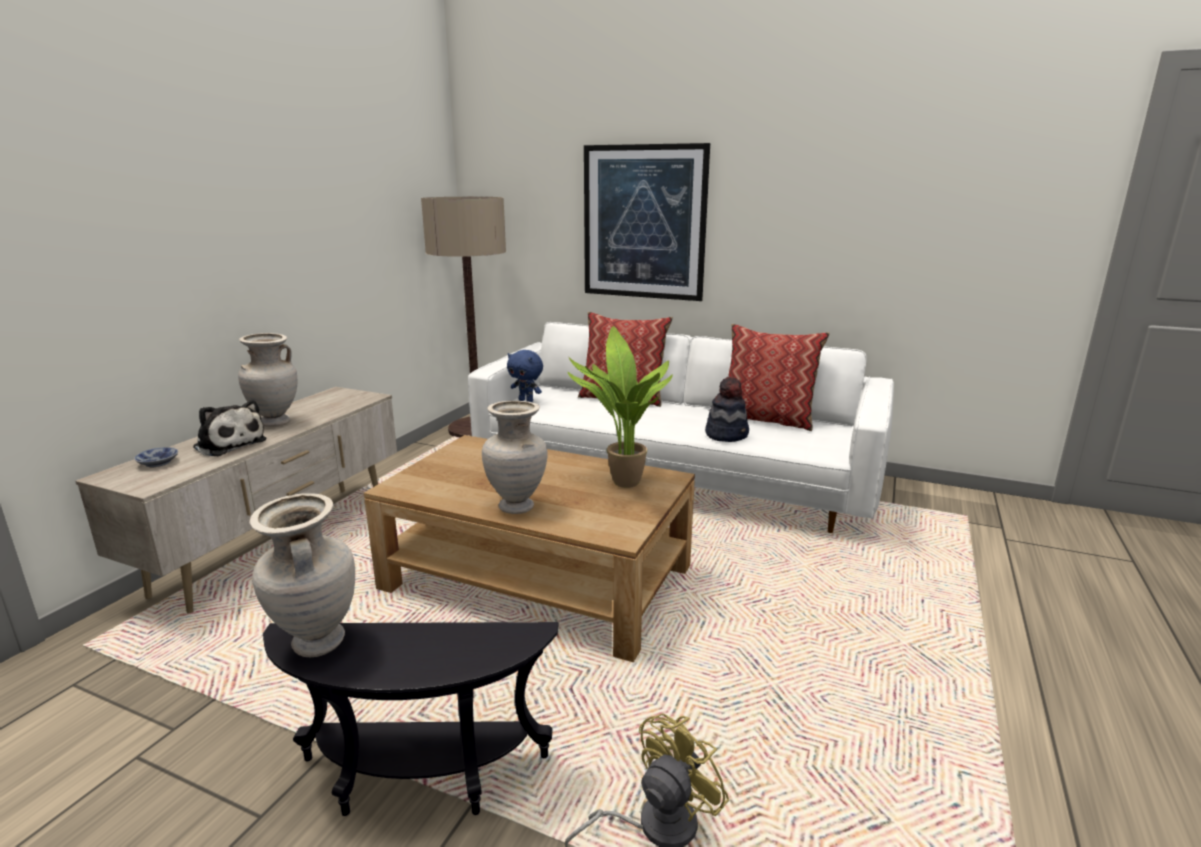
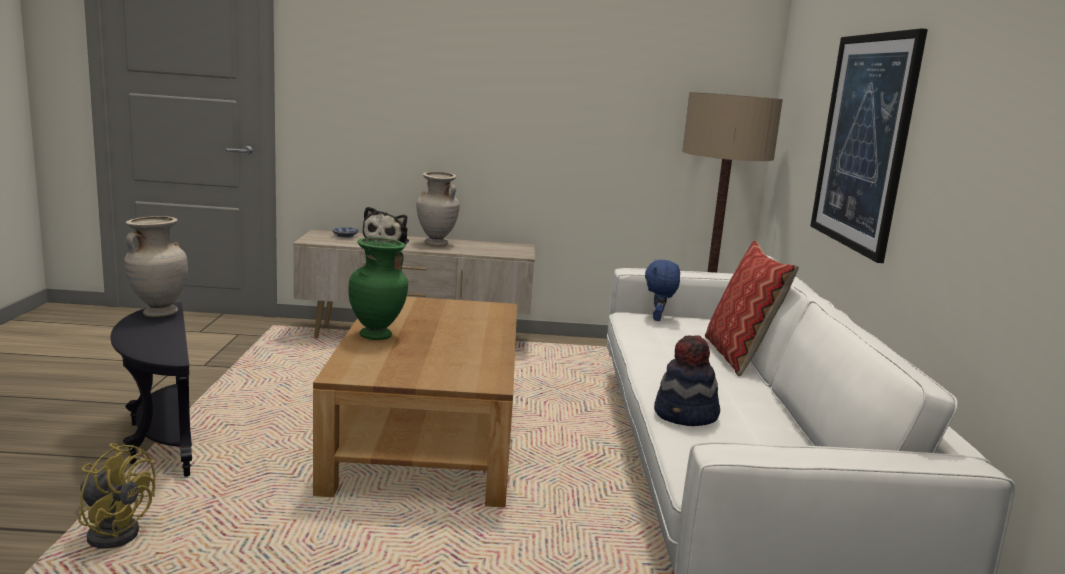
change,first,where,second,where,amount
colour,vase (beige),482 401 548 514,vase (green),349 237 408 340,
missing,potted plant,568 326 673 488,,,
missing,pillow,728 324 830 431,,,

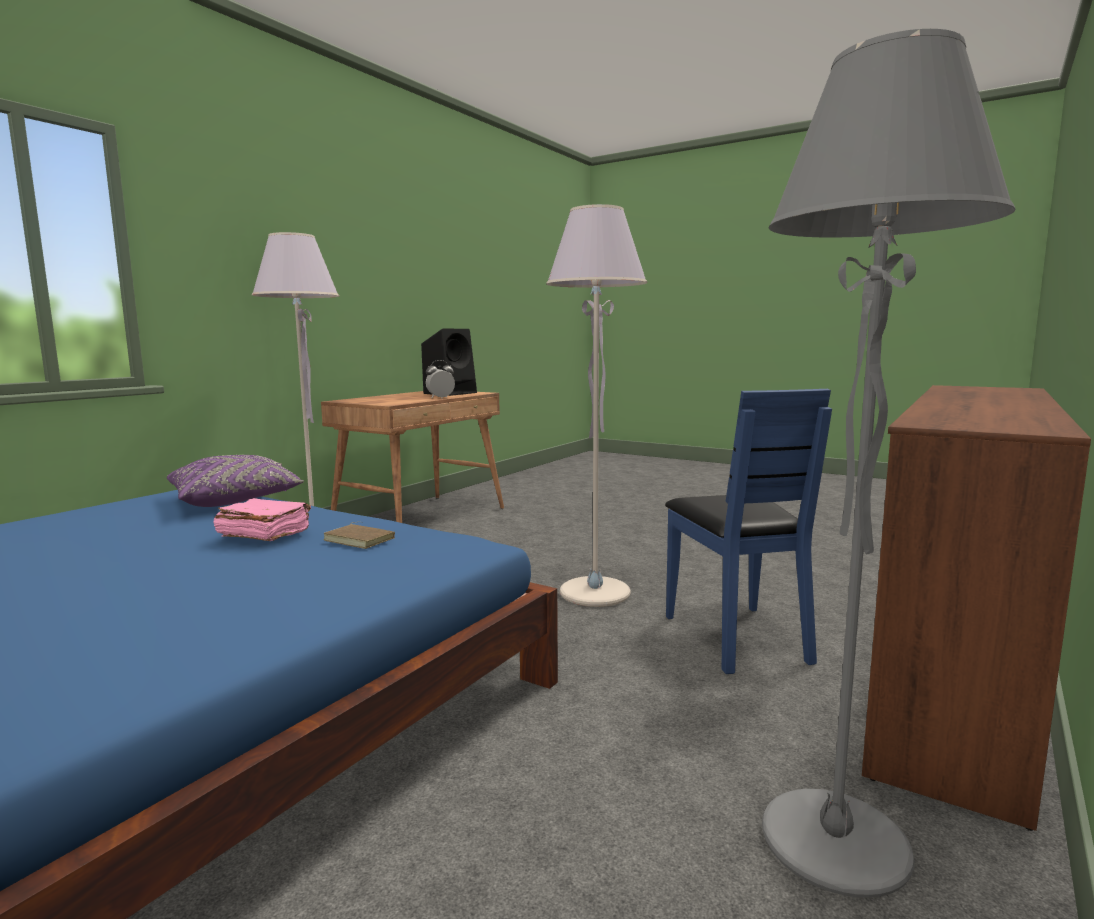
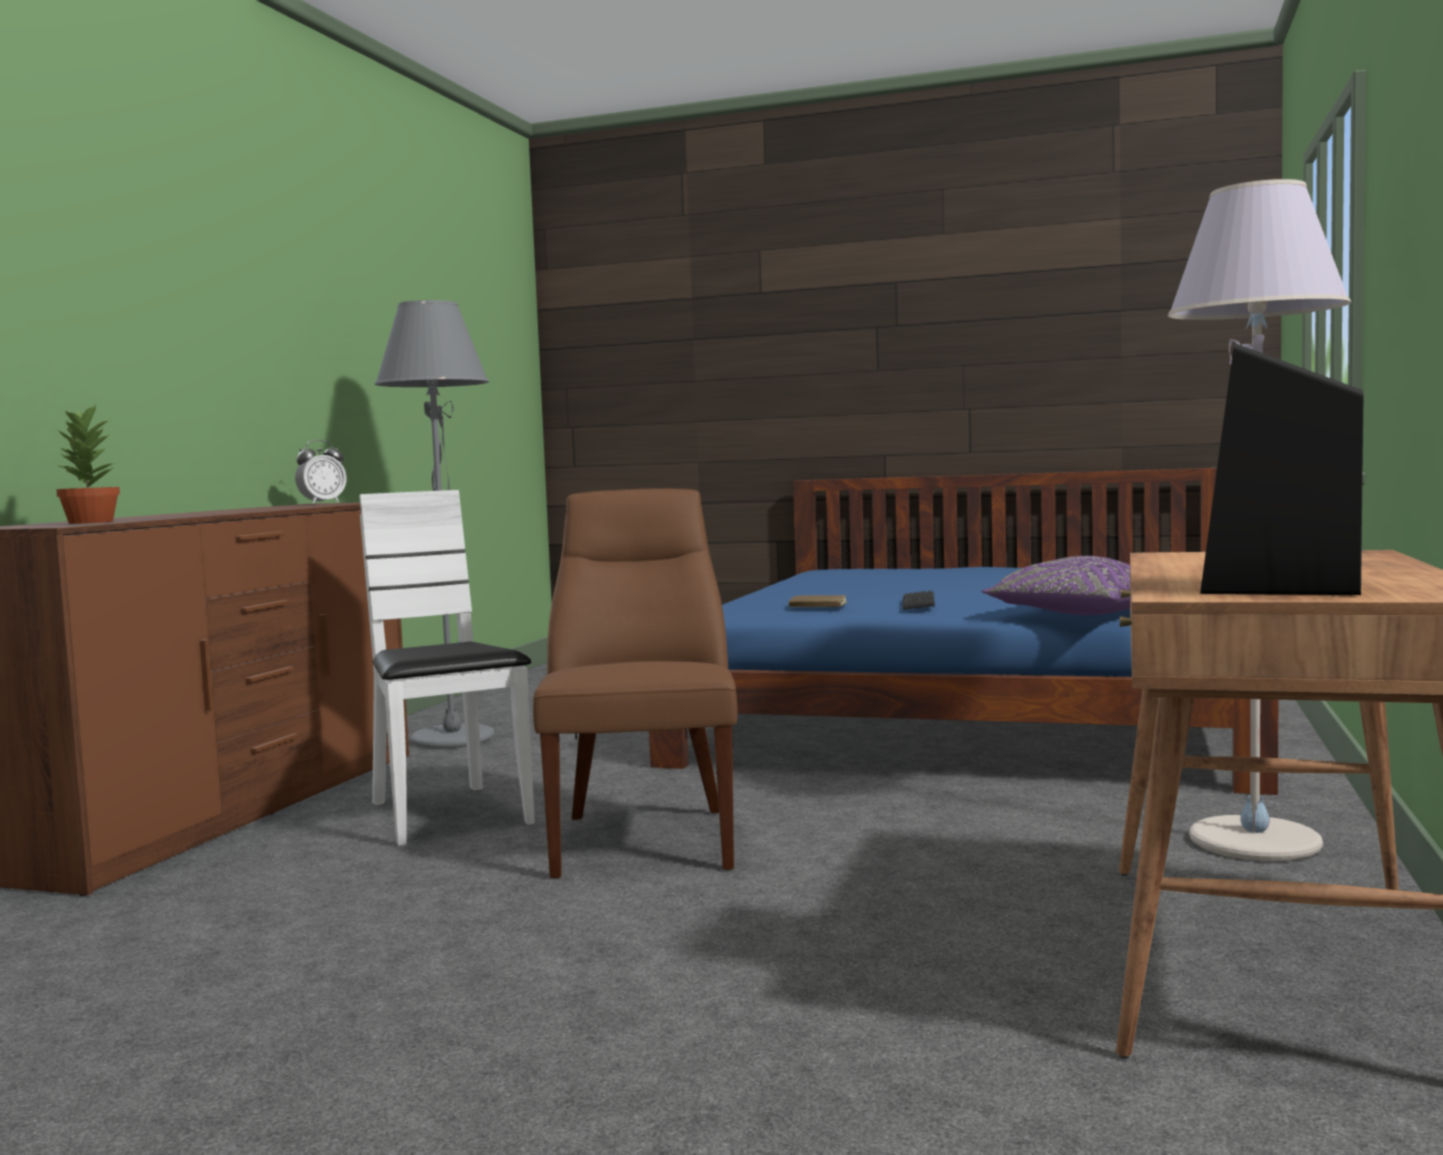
change,first,where,second,where,amount
exchanged,book (pink),213 498 311 541,keyboard,902 591 935 610,
relocated,alarm clock,426 360 455 398,,295 440 346 504,
exchanged,floor lamp (grey),546 204 648 607,chair (brown),533 488 738 878,
colour,chair (blue),665 389 832 674,chair (white),359 490 535 846,
appeared,,,potted plant,56 404 120 524,

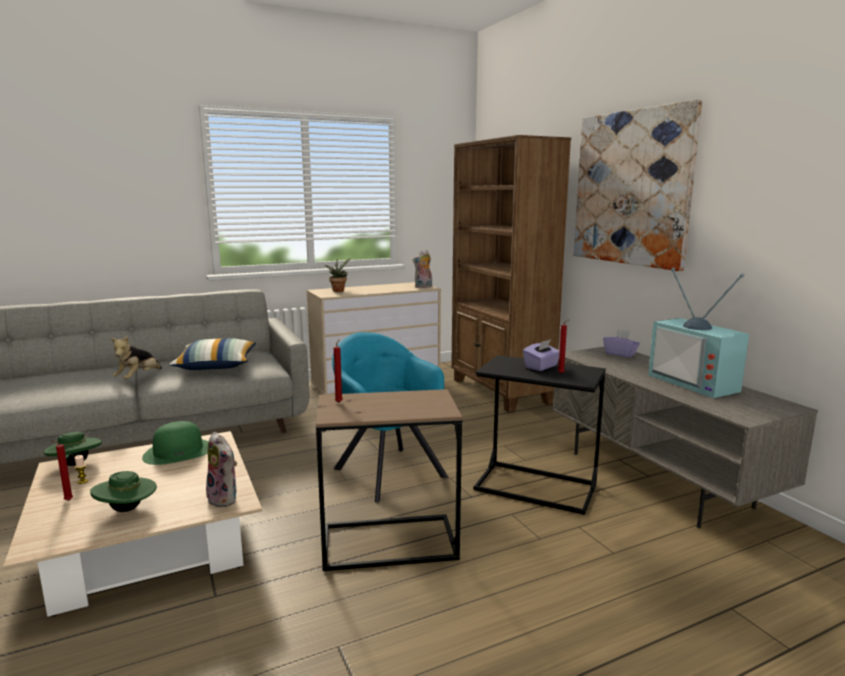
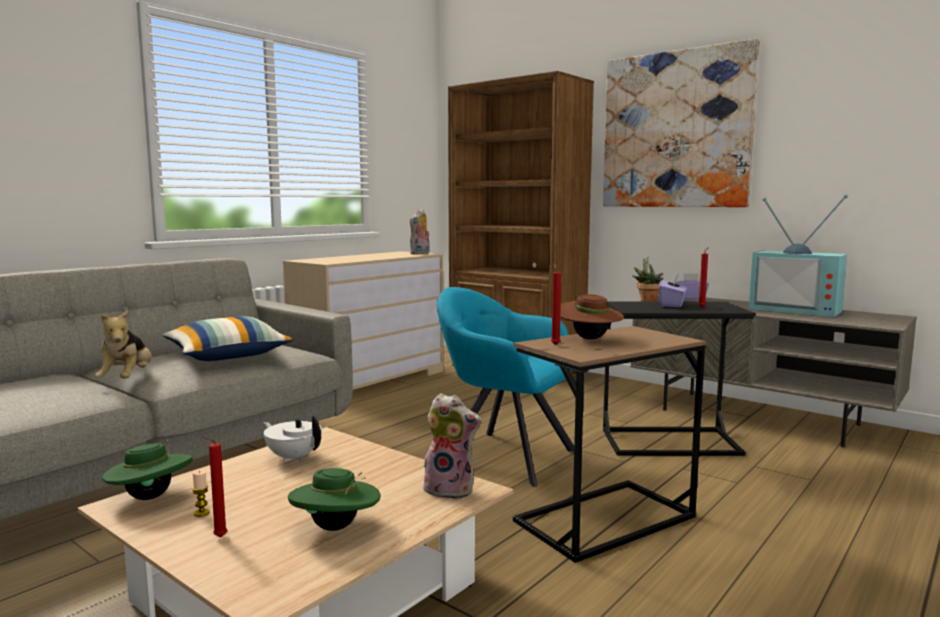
change,first,where,second,where,amount
exchanged,hat (green),142 421 209 465,teapot (white),263 416 321 463,
relocated,potted plant,325 258 351 292,,632 256 664 302,
appeared,,,hat (brown),560 294 624 339,

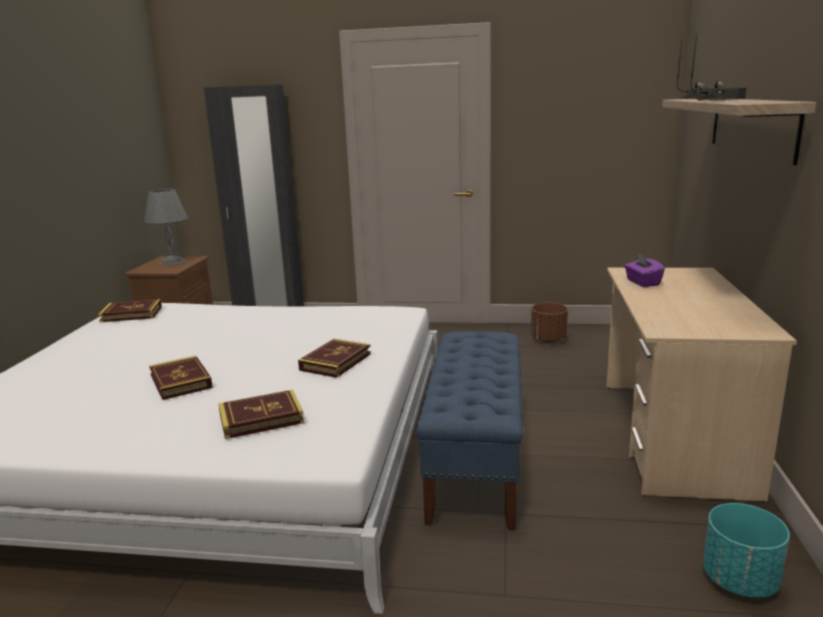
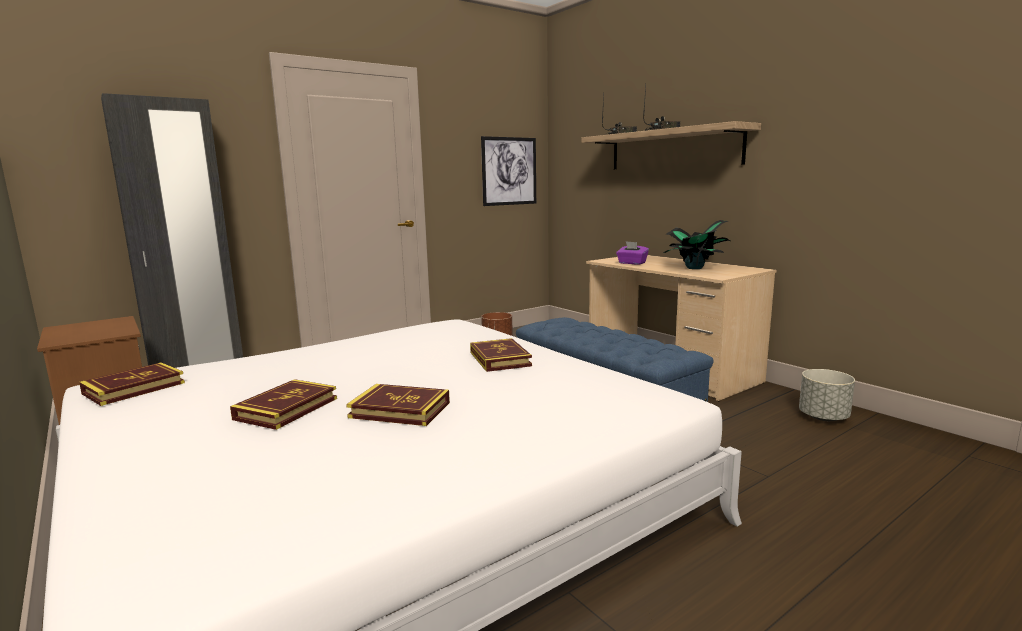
change,first,where,second,where,amount
missing,table lamp (grey),144 189 188 265,,,
relocated,book,218 390 304 439,,230 379 337 430,
colour,planter (turquoise),703 503 790 598,planter (grey),799 369 855 421,
appeared,,,picture,481 136 536 206,
appeared,,,potted plant,663 220 730 269,

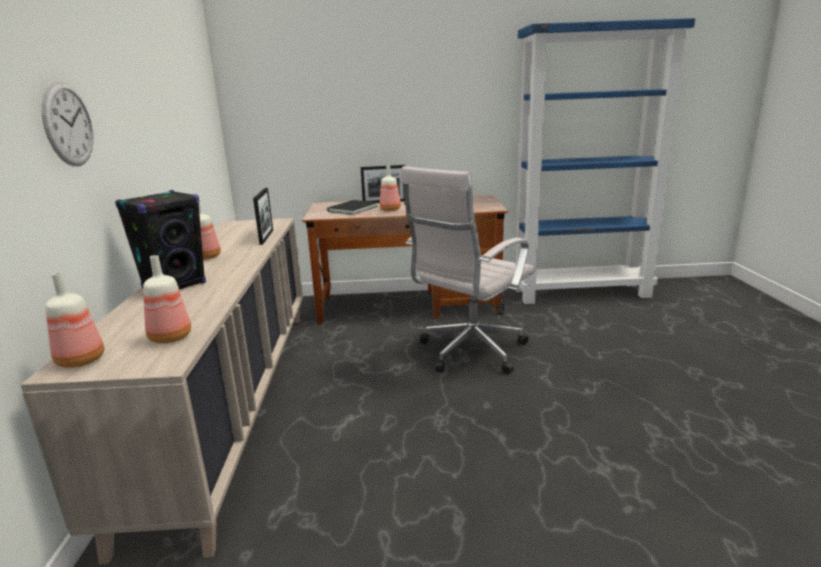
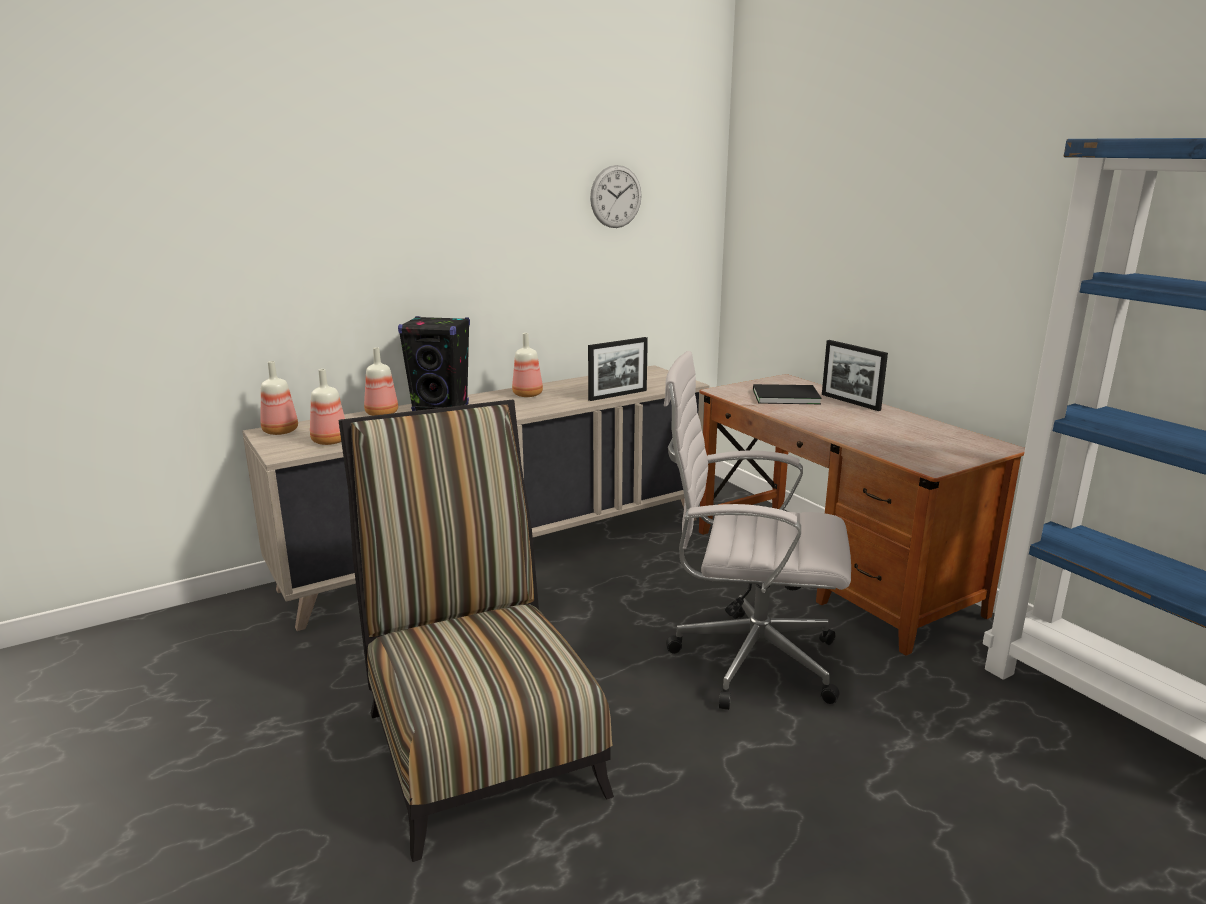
change,first,where,second,where,amount
relocated,wall clock,42 81 94 166,,590 165 642 228,
relocated,bottle,380 166 401 211,,364 347 398 416,
appeared,,,chair,339 399 614 862,

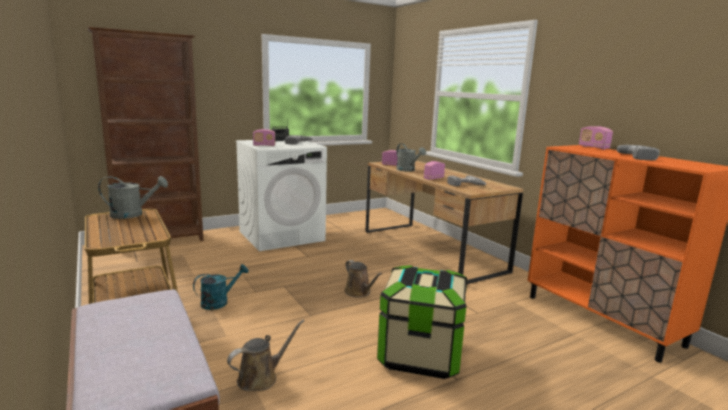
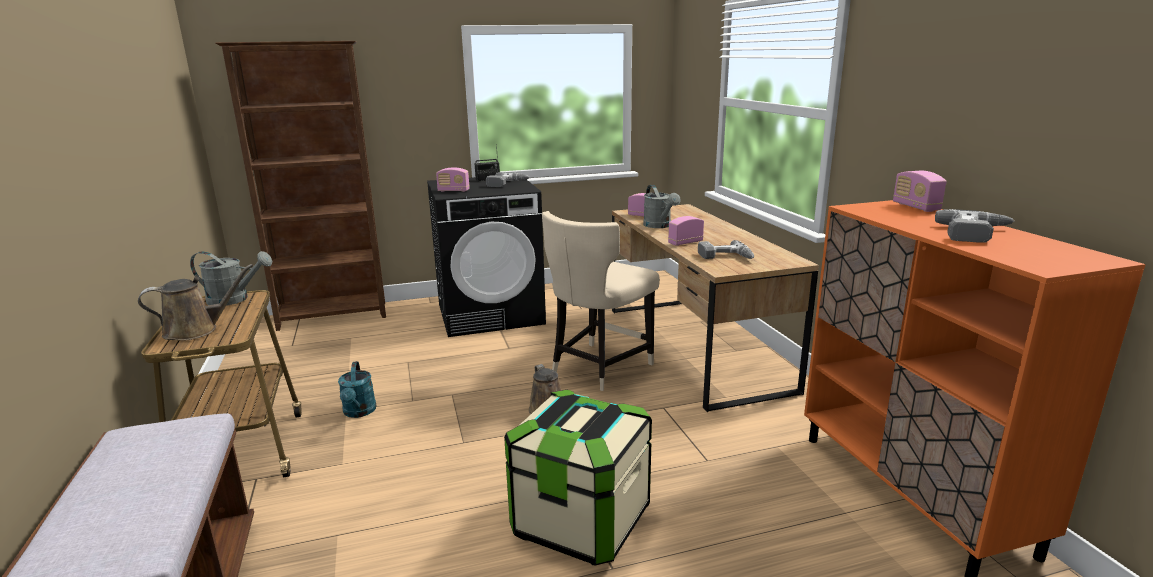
change,first,where,second,where,amount
spun,watering can (turquoise),193 264 249 310,,338 361 377 418,105 degrees clockwise
relocated,watering can (brown),227 320 304 391,,138 264 254 341,
colour,washing machine (white),236 140 327 251,washing machine (black),427 177 546 337,
appeared,,,chair (beige),542 211 660 391,

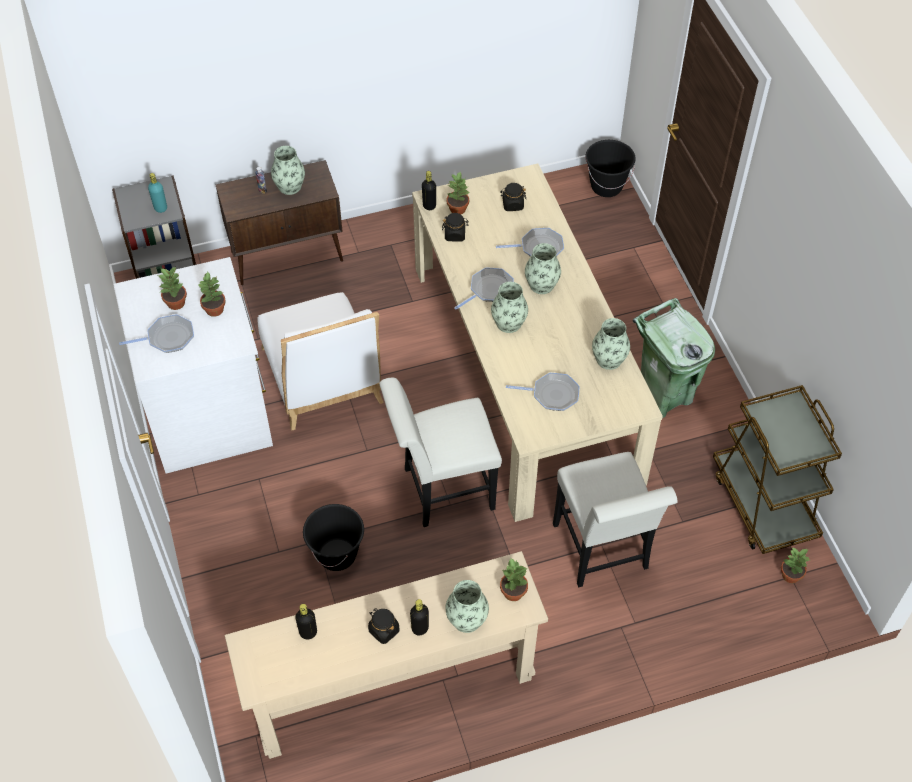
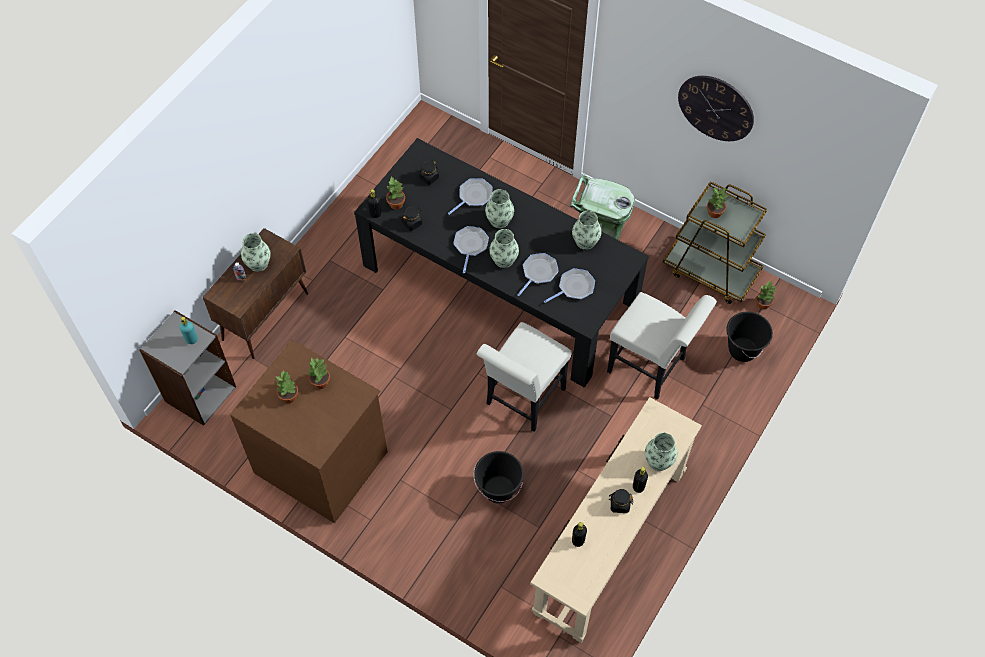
change,first,where,second,where,amount
colour,dresser (white),114 257 273 474,dresser (brown),230 340 388 523,
relocated,frying pan,119 314 194 353,,517 253 559 296,
missing,chair (white),257 292 384 430,,,
colour,dining table (beige),412 164 663 522,dining table (black),354 138 649 388,
relocated,potted plant,500 558 528 601,,707 188 728 218,
relocated,bucket (black),585 140 636 197,,726 312 773 362,
appeared,,,wall clock,678 76 754 141,

